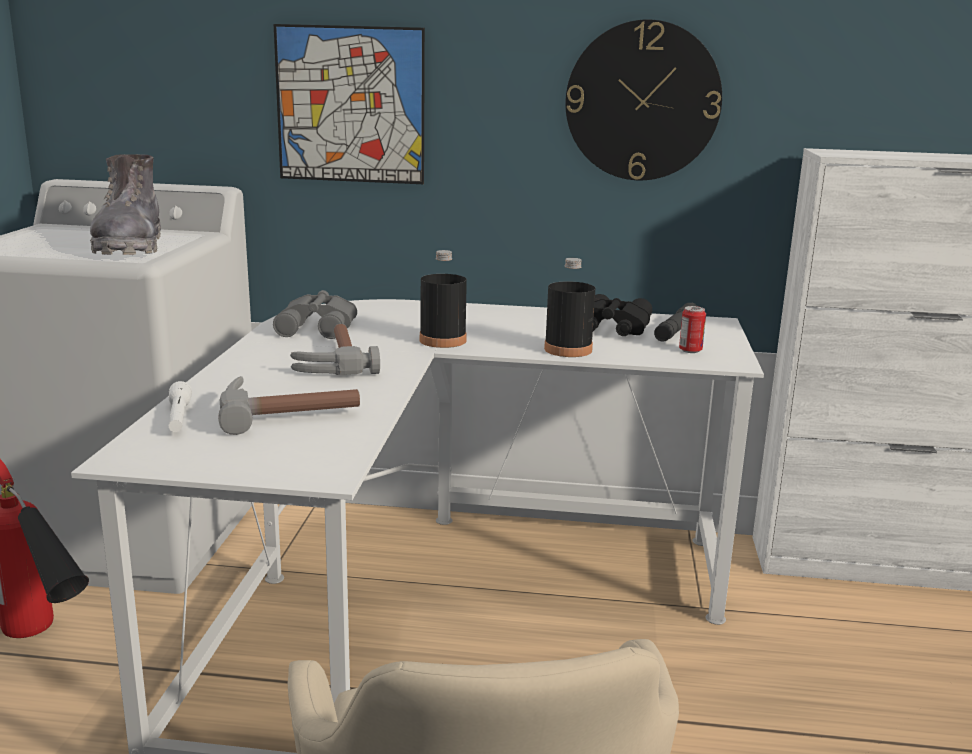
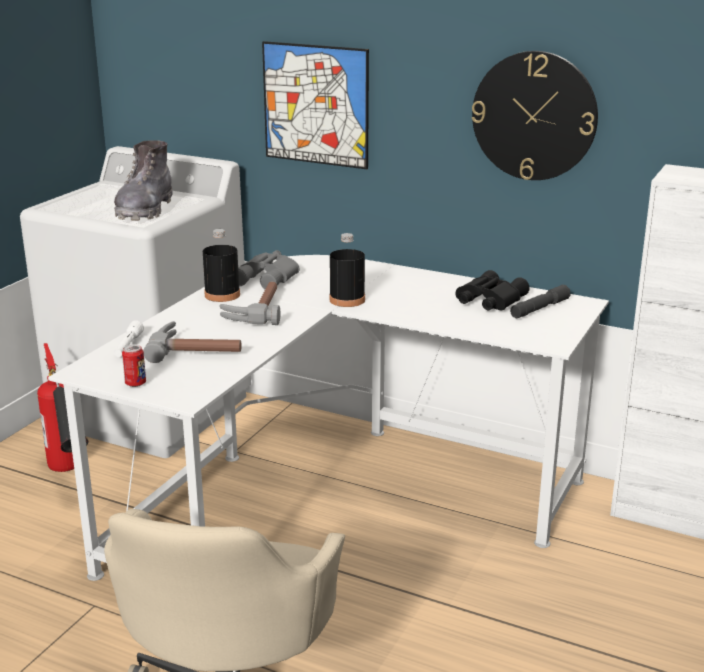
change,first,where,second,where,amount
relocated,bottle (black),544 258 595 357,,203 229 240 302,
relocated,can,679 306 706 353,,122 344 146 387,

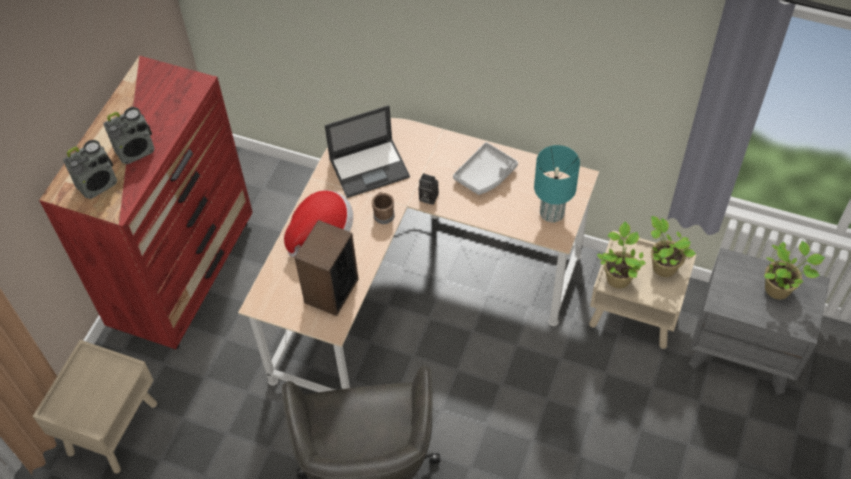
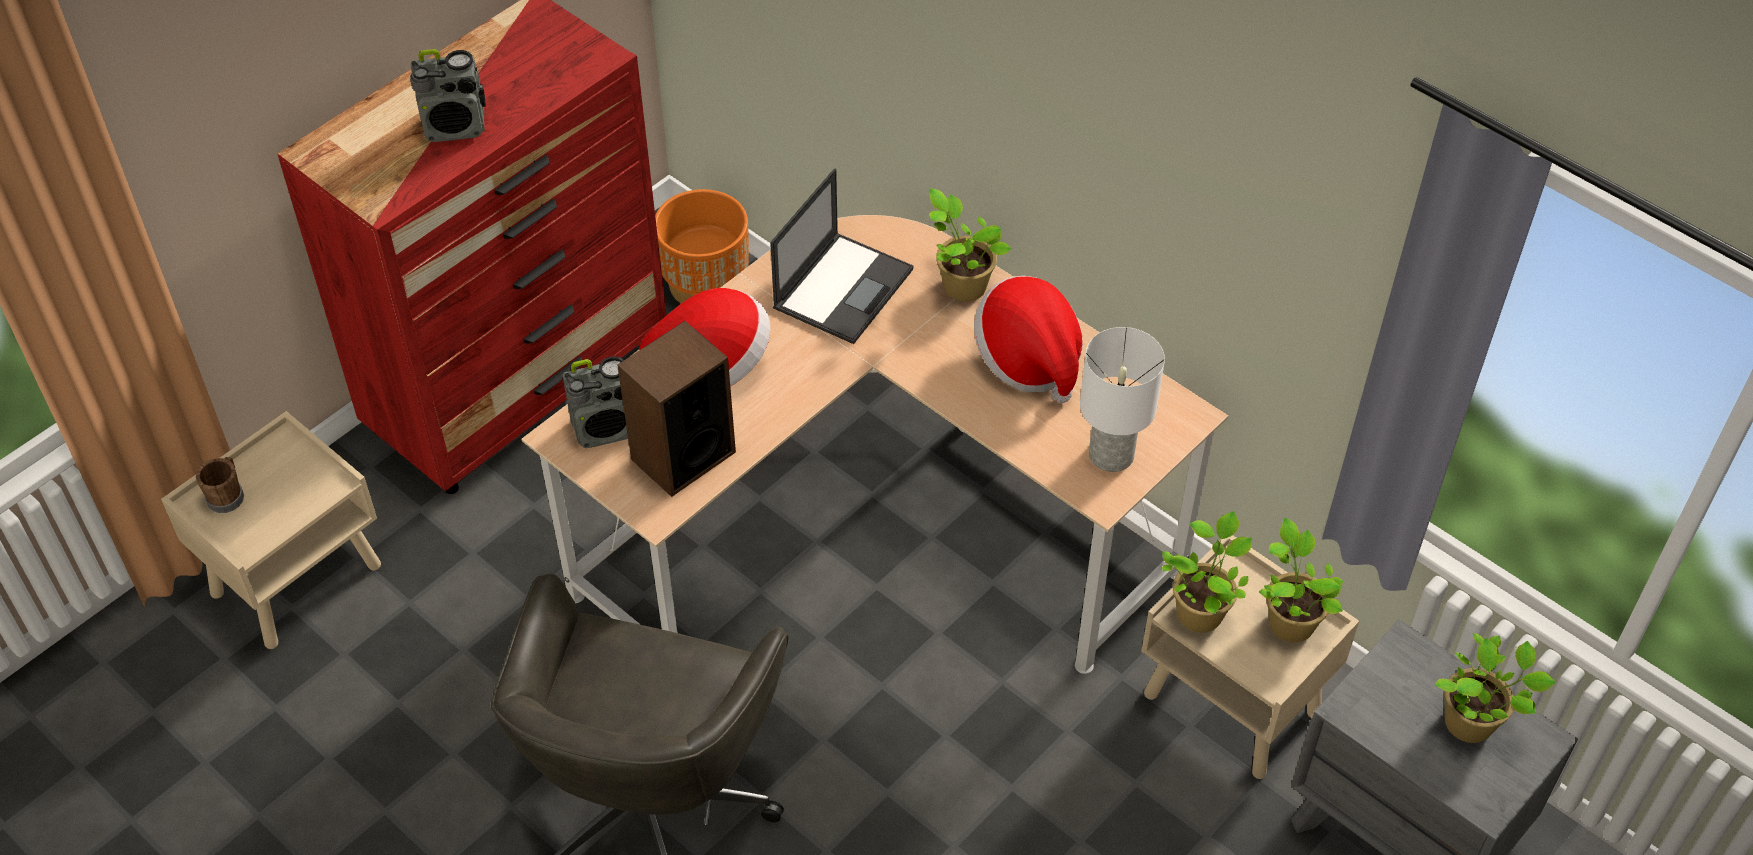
change,first,where,second,where,amount
relocated,radio,63 140 117 199,,562 356 628 448,
spun,laptop,325 105 410 198,,770 169 914 344,60 degrees counterclockwise
relocated,mug (brown),372 192 394 224,,196 457 244 513,
missing,photo camera,418 173 439 205,,,
exchanged,tray (grey),453 142 518 195,hat,974 276 1083 403,
colour,table lamp (turquoise),534 145 580 222,table lamp (white),1080 327 1165 472,
appeared,,,planter (orange),655 189 749 303,
appeared,,,potted plant,929 189 1012 302,

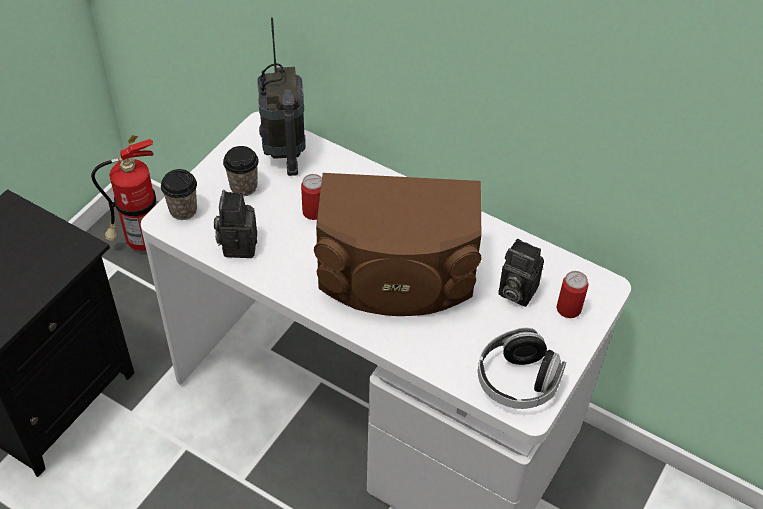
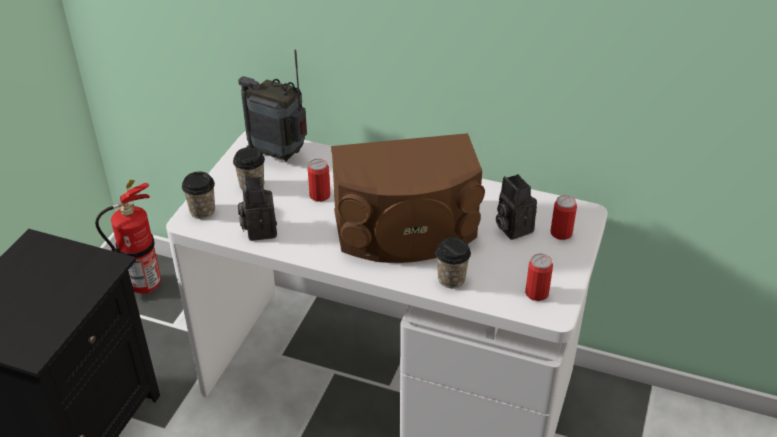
change,first,where,second,where,amount
spun,radio,257 17 305 176,,238 49 307 162,135 degrees clockwise
exchanged,headphones,478 328 566 409,can,525 254 553 301,
spun,photo camera,499 239 544 307,,496 174 537 240,45 degrees clockwise
appeared,,,cup,435 237 471 288,

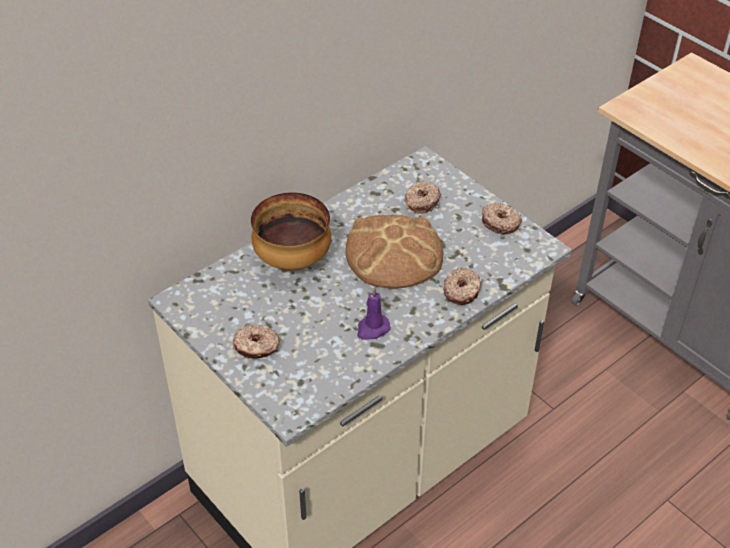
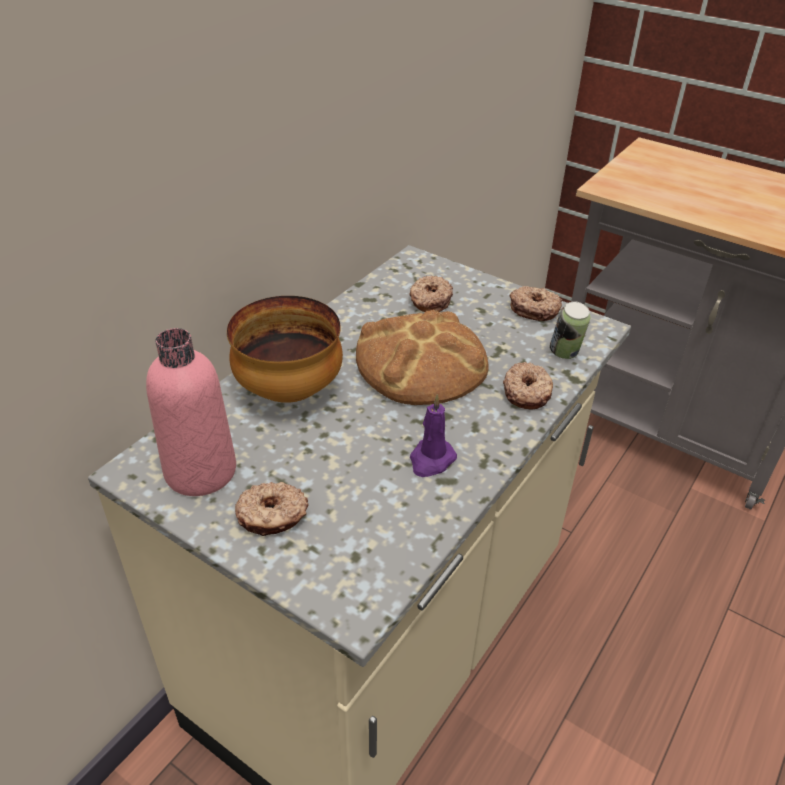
change,first,where,second,where,amount
appeared,,,bottle (pink),146 328 236 496,
appeared,,,can,550 301 591 359,

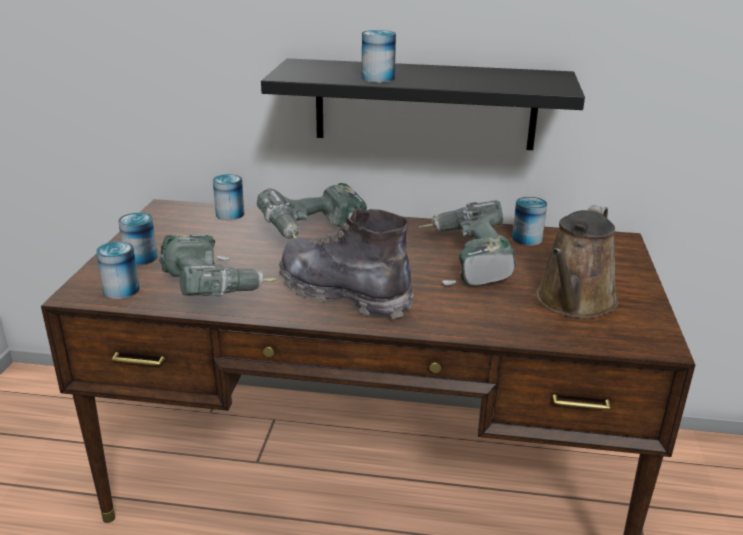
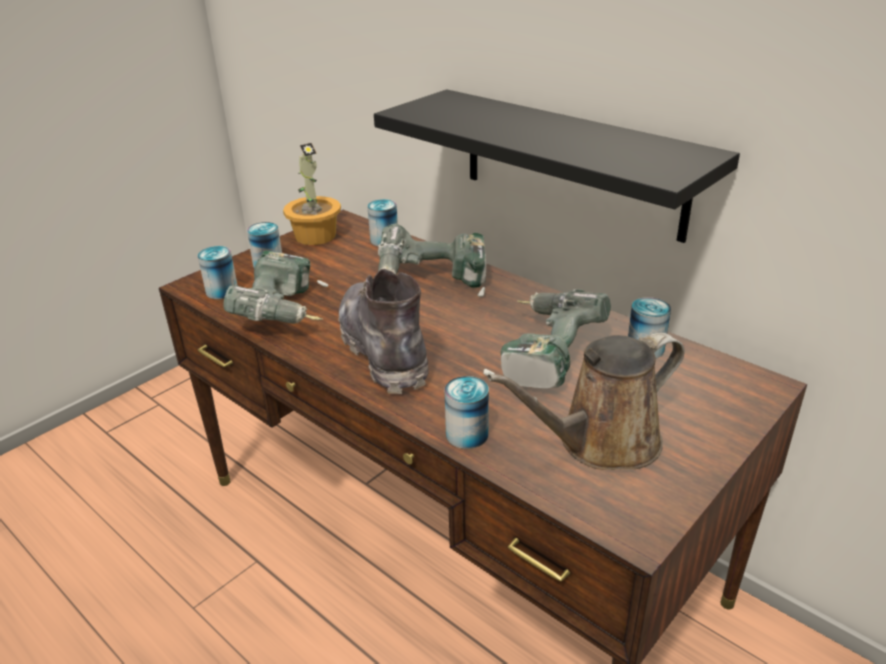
change,first,where,second,where,amount
relocated,can,362 30 396 83,,445 376 489 449,
appeared,,,potted plant,283 143 341 245,

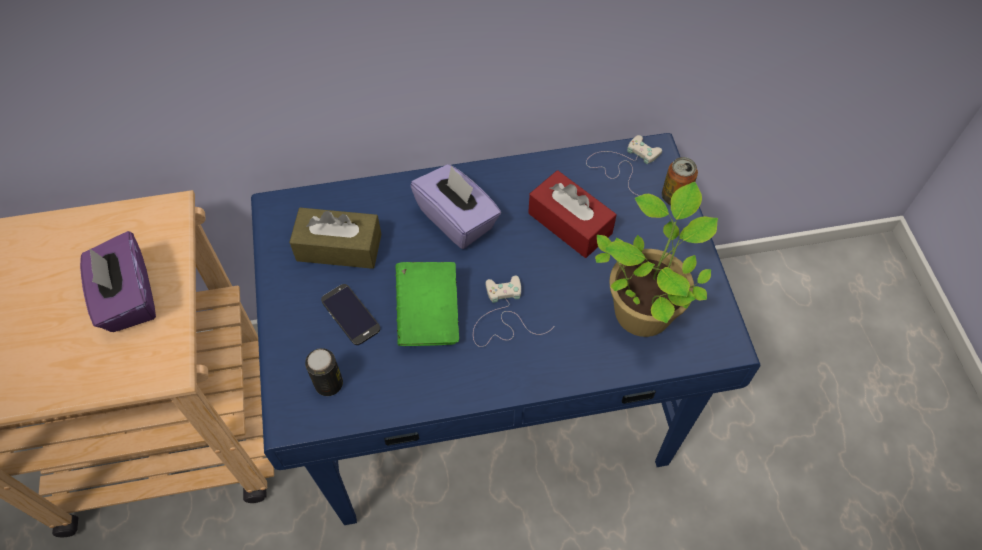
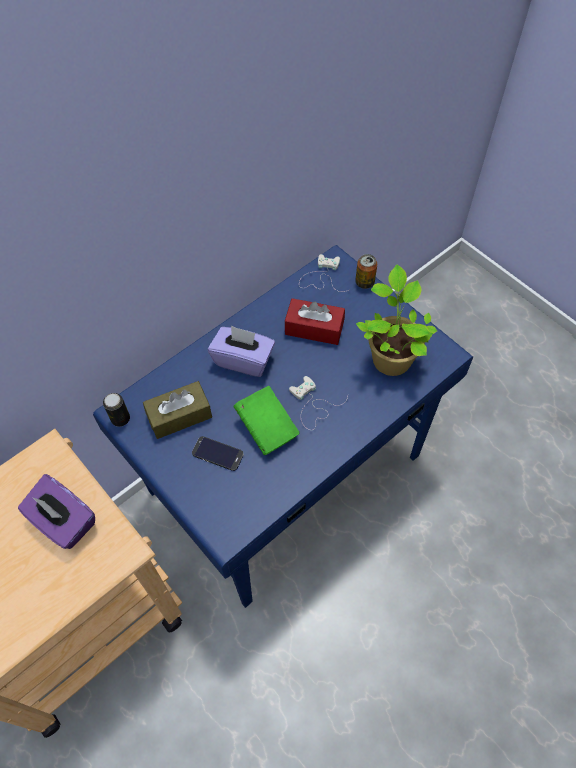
change,first,where,second,where,amount
relocated,can,305 348 343 396,,103 393 130 427,

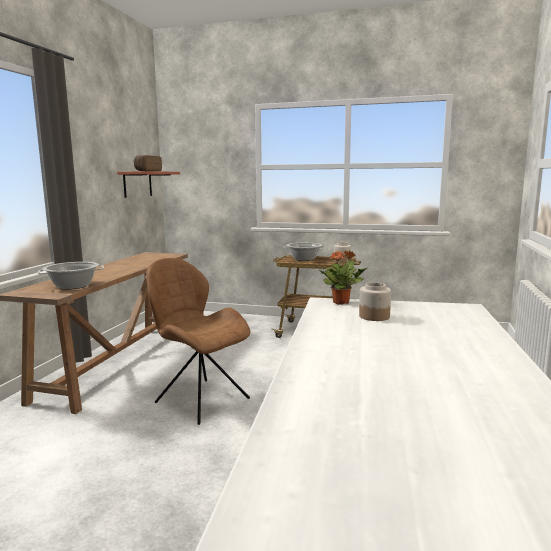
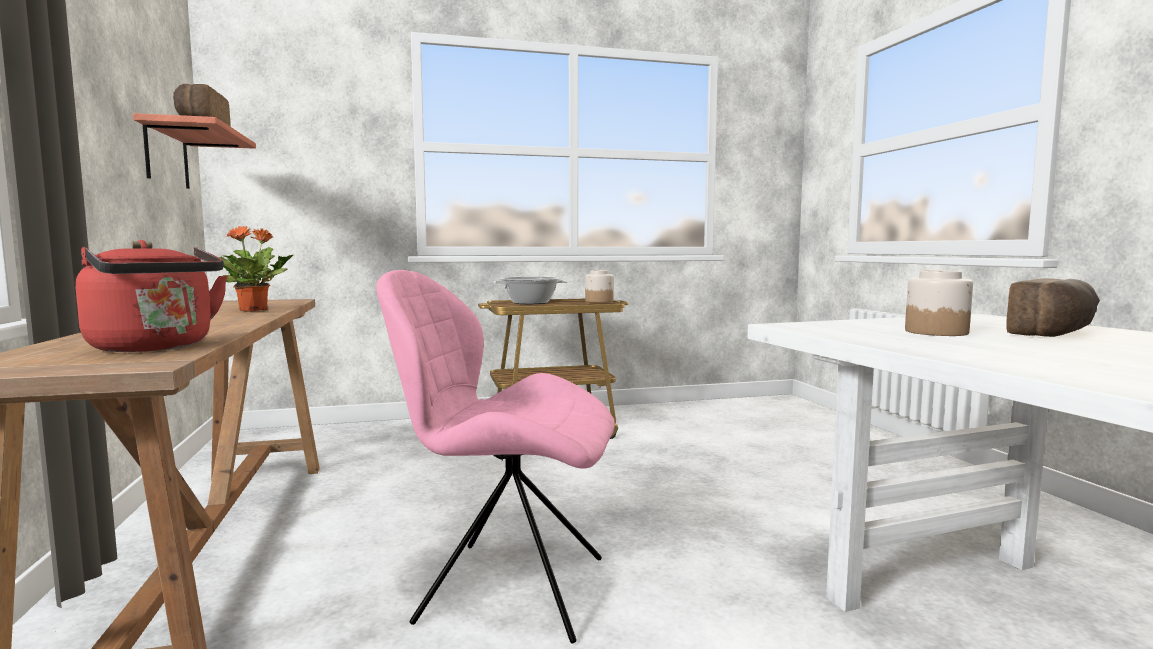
change,first,where,second,where,amount
exchanged,cooking pot,38 262 104 290,kettle (red),76 240 228 352,
colour,chair (brown),146 258 250 425,chair (pink),376 270 615 644,
relocated,potted plant,319 251 367 305,,219 226 293 312,
appeared,,,bread,1006 278 1100 337,

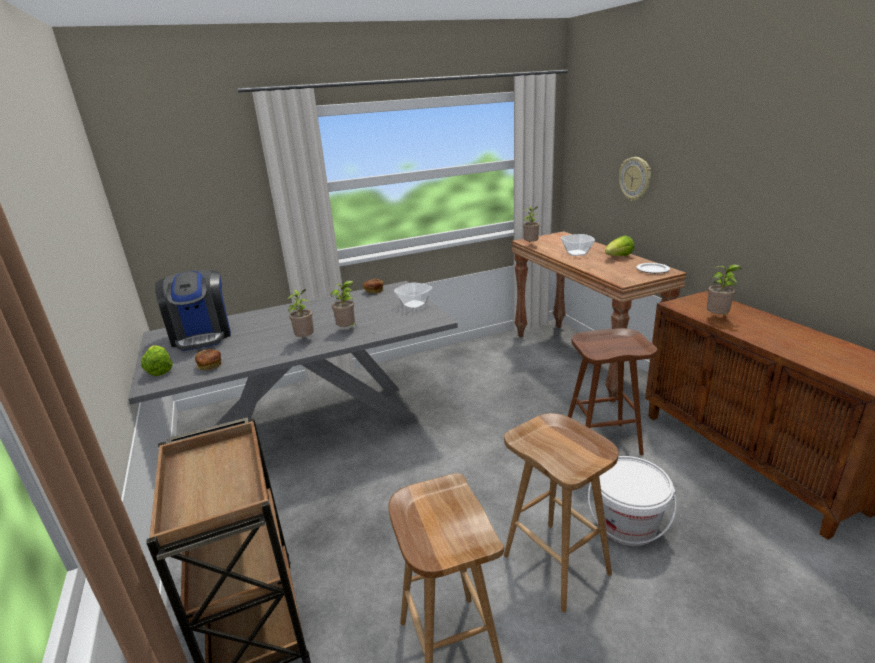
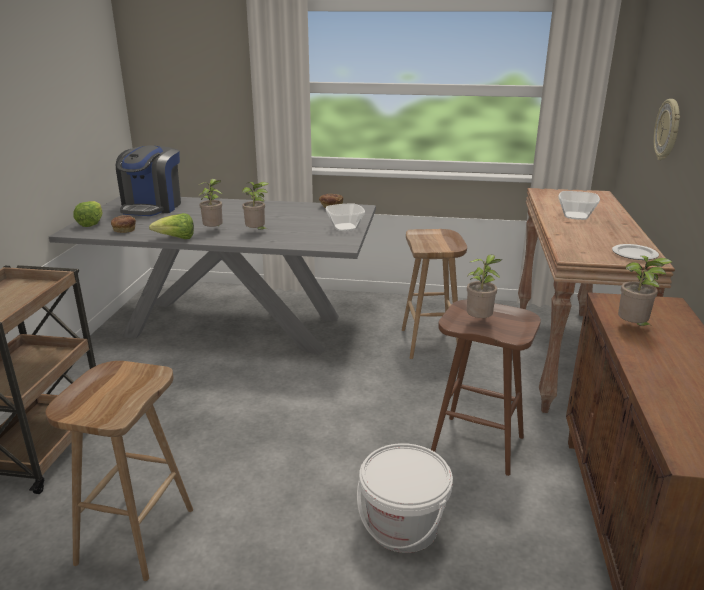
change,first,where,second,where,amount
relocated,stool (brown),504 413 619 613,,402 229 467 359,
relocated,potted plant,523 206 540 242,,467 254 501 318,
relocated,lettuce,605 236 635 256,,149 213 194 239,

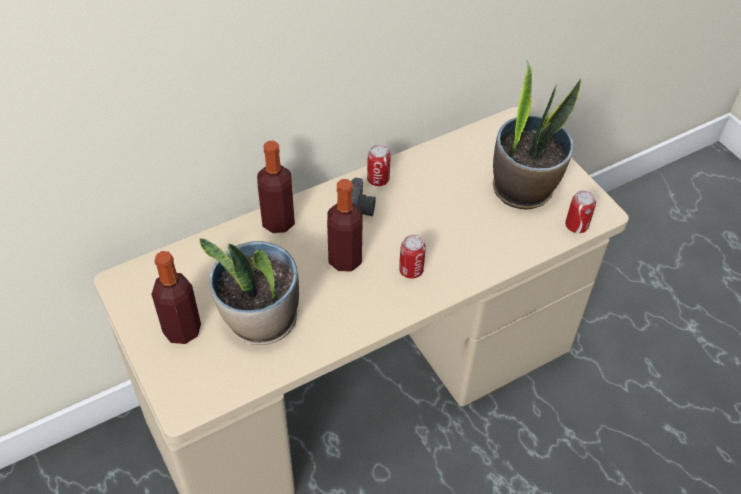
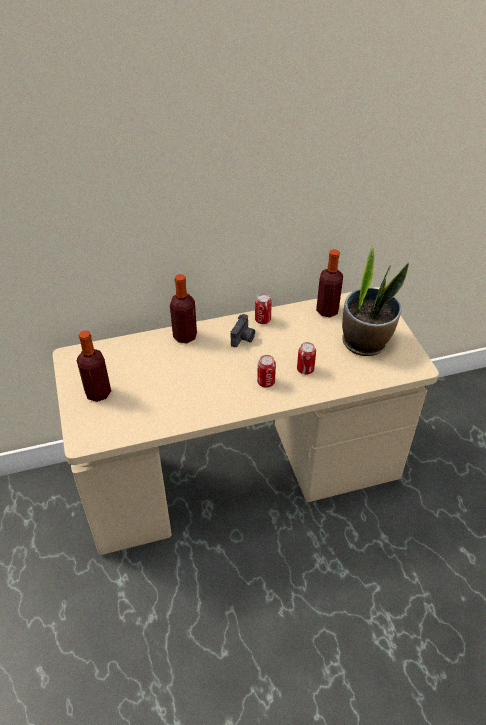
change,first,where,second,where,amount
missing,potted plant,199 238 299 345,,,
relocated,bottle,327 179 362 271,,316 249 343 317,
relocated,can,565 190 596 233,,297 342 316 375,

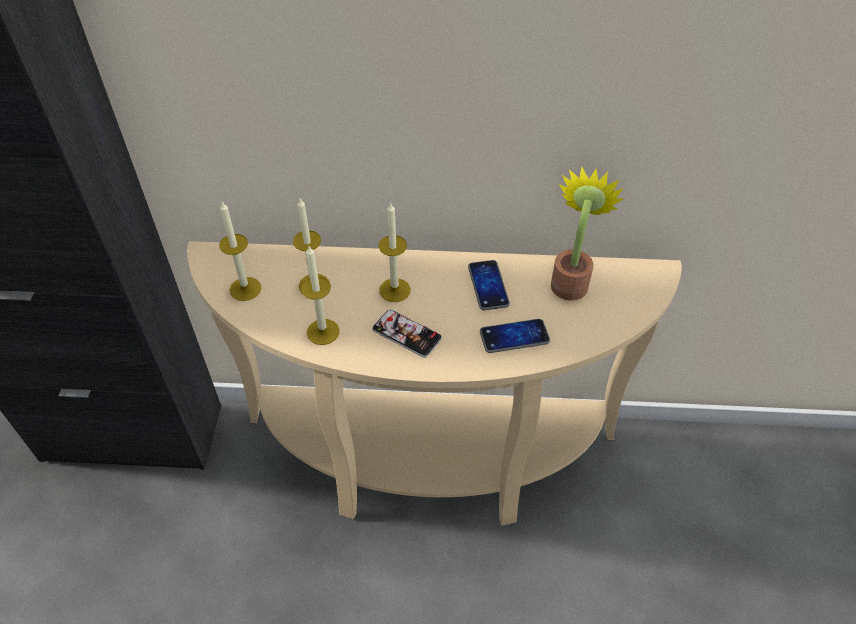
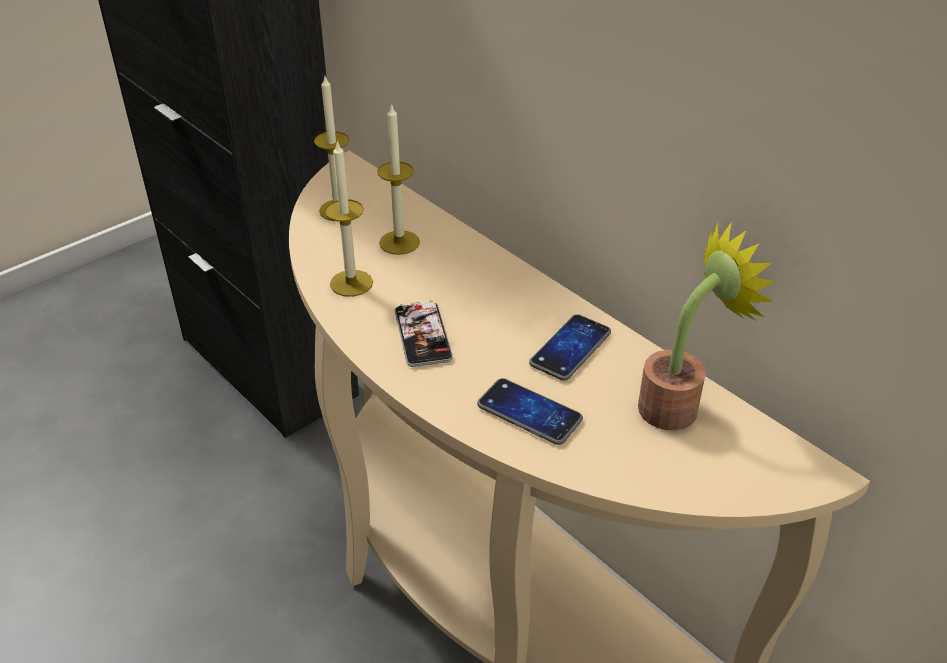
change,first,where,second,where,amount
missing,candle,379 203 411 302,,,

